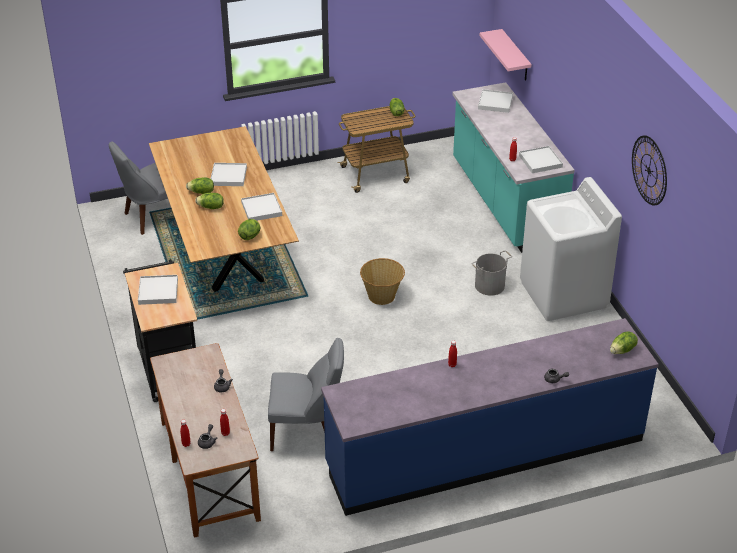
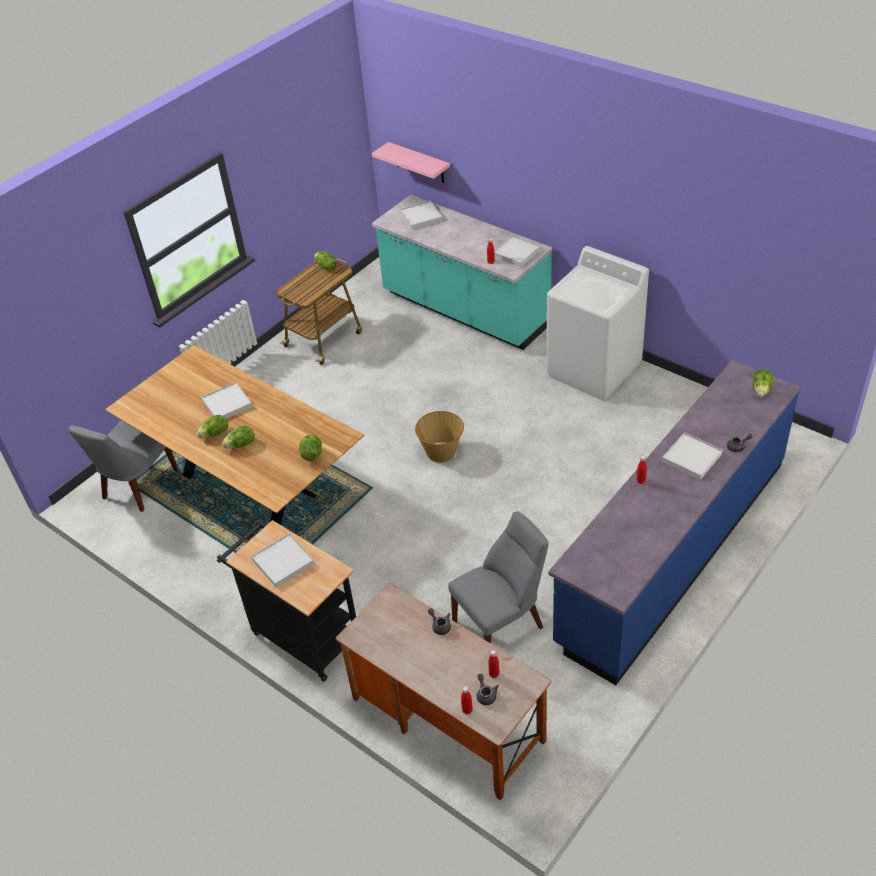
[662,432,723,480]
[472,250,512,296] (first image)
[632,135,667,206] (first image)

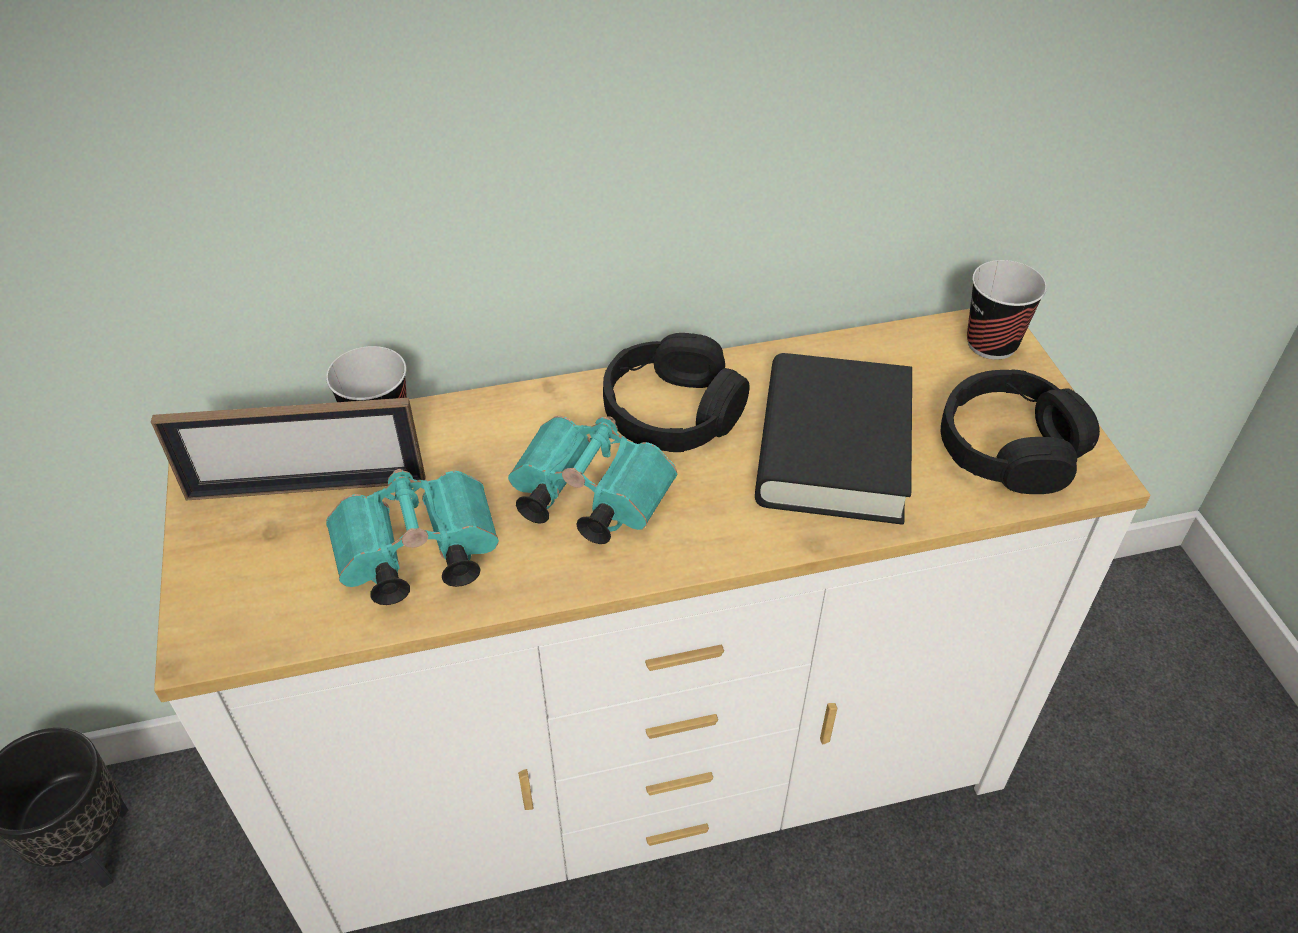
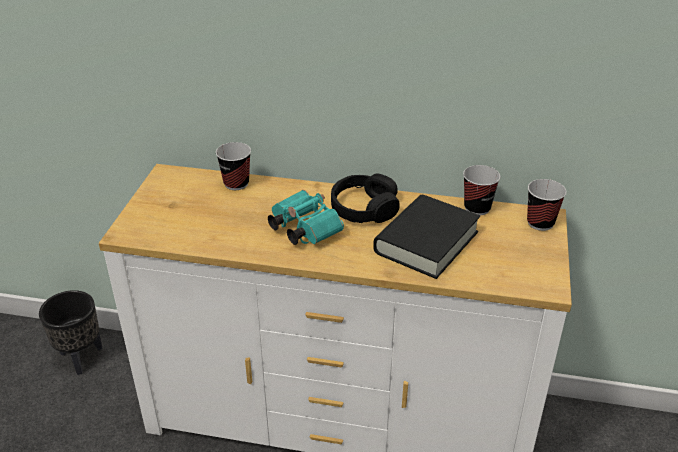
[151,398,425,501] (first image)
[326,469,499,605] (first image)
[941,369,1100,494] (first image)
[463,165,500,215]

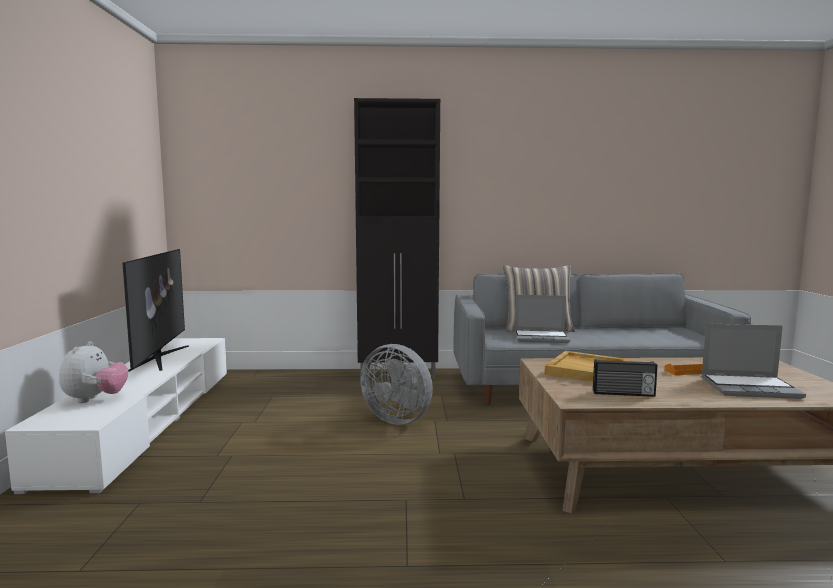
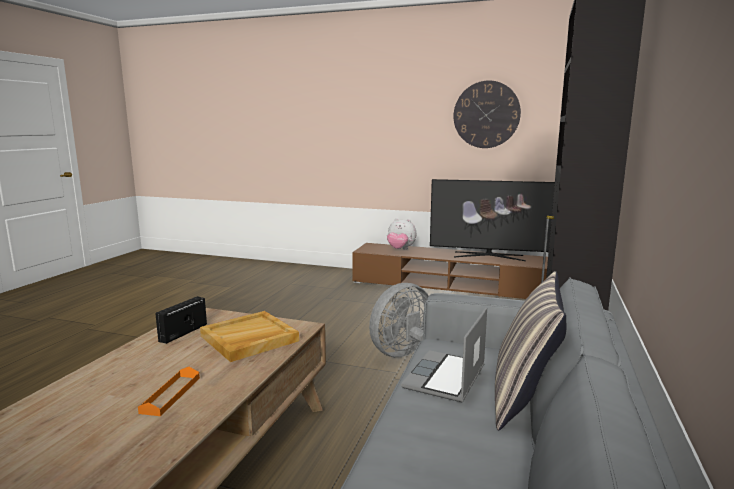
[352,243,548,299]
[701,323,806,399] (first image)
[453,80,521,148]

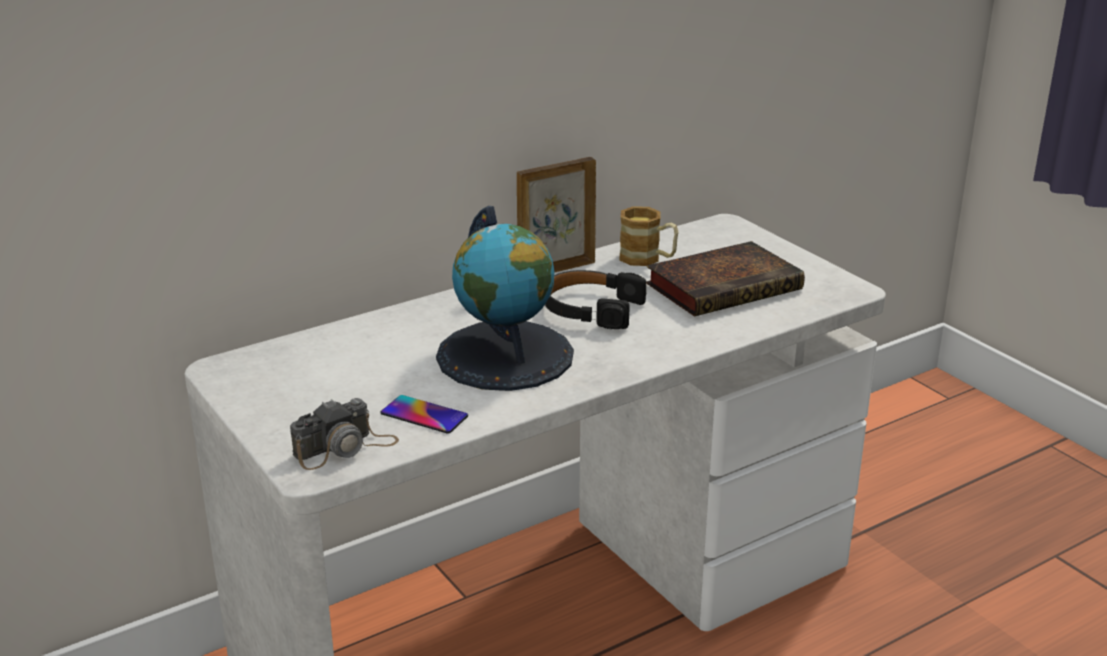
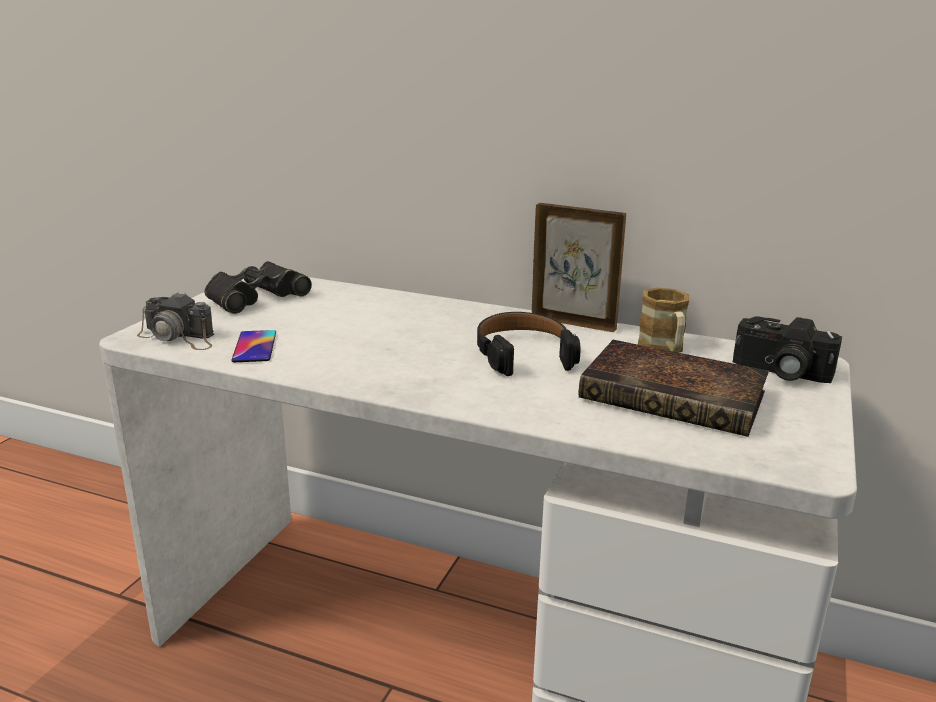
[436,206,574,391] (first image)
[204,261,312,314]
[733,316,842,383]

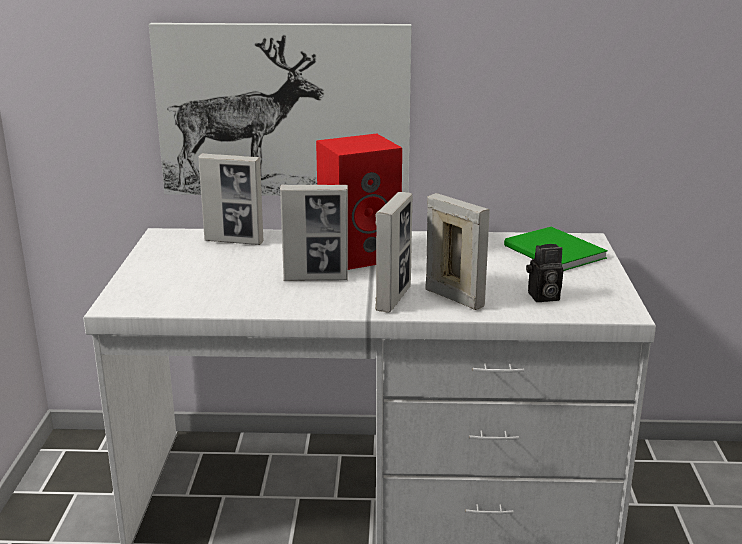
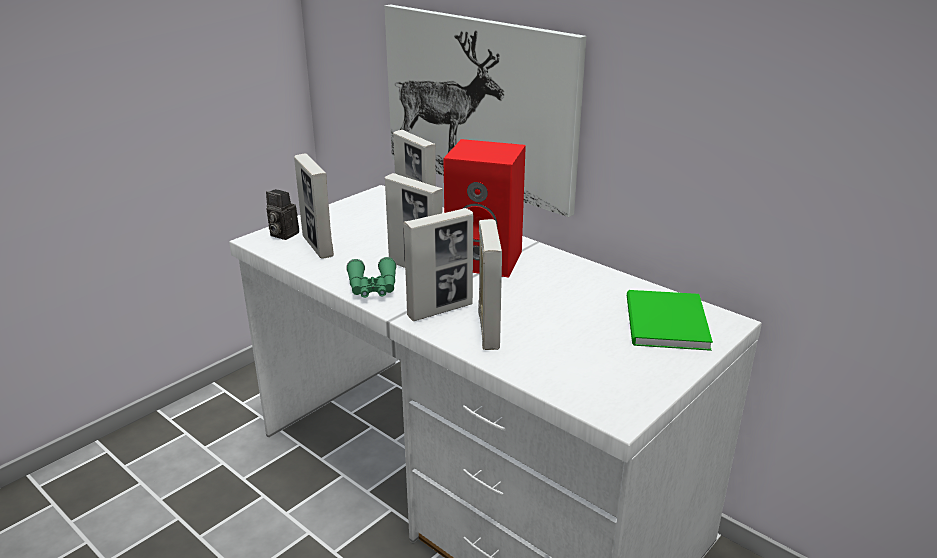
[266,189,299,240]
[294,154,334,259]
[346,257,396,298]

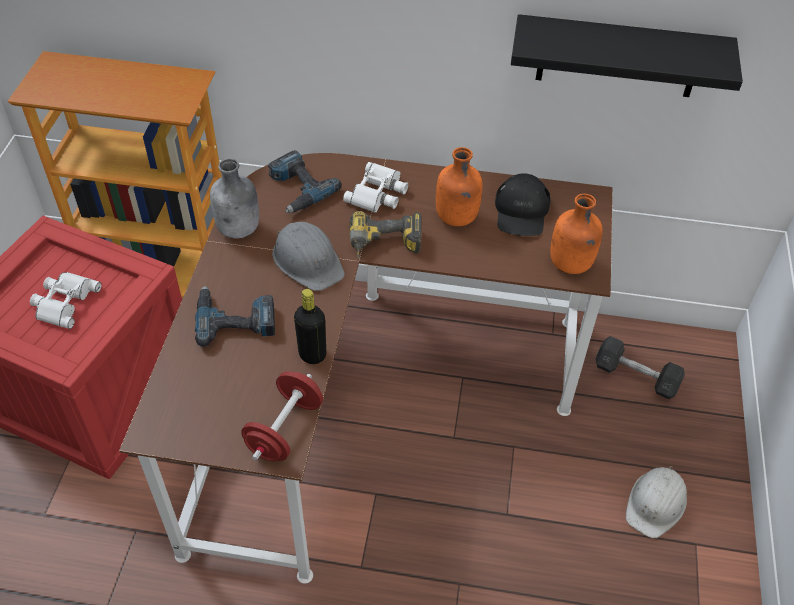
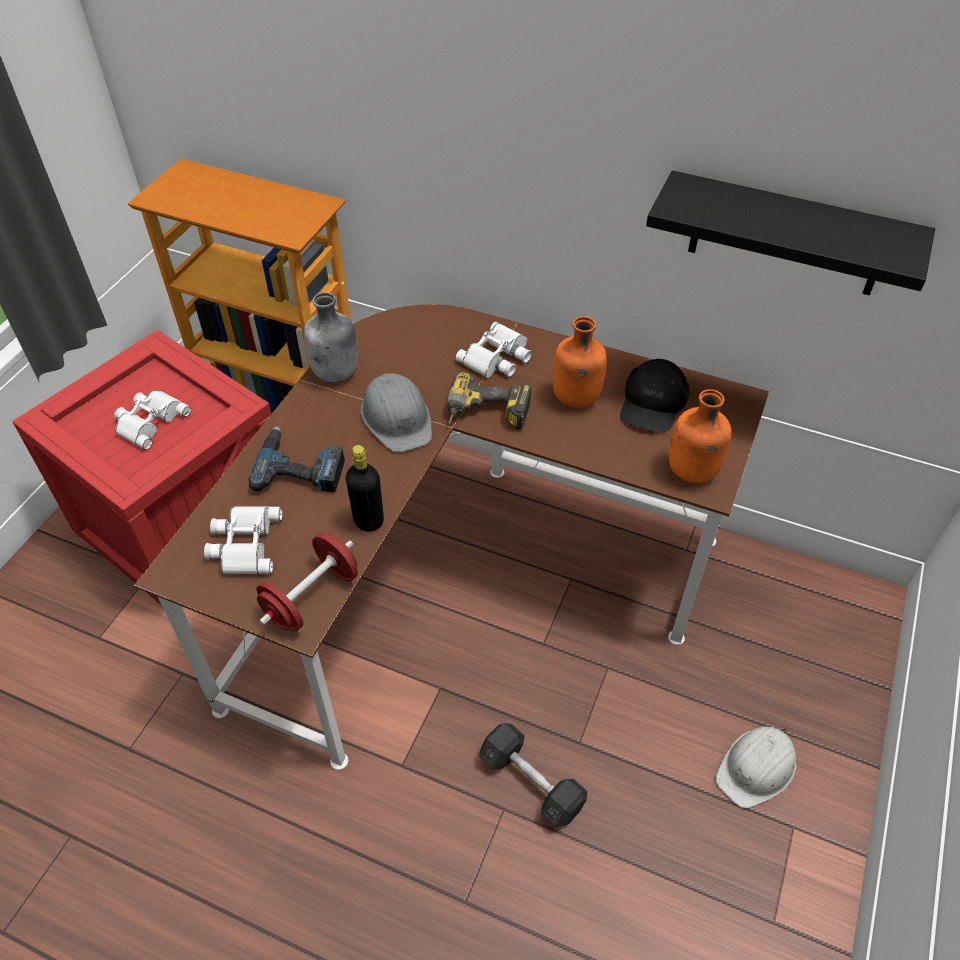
[268,150,342,213] (first image)
[479,723,588,827]
[204,506,282,574]

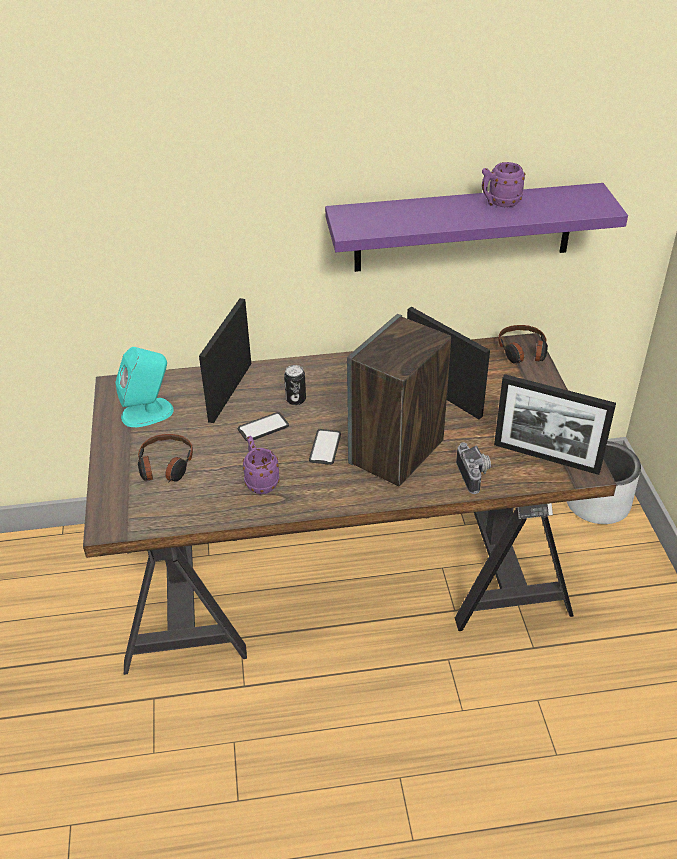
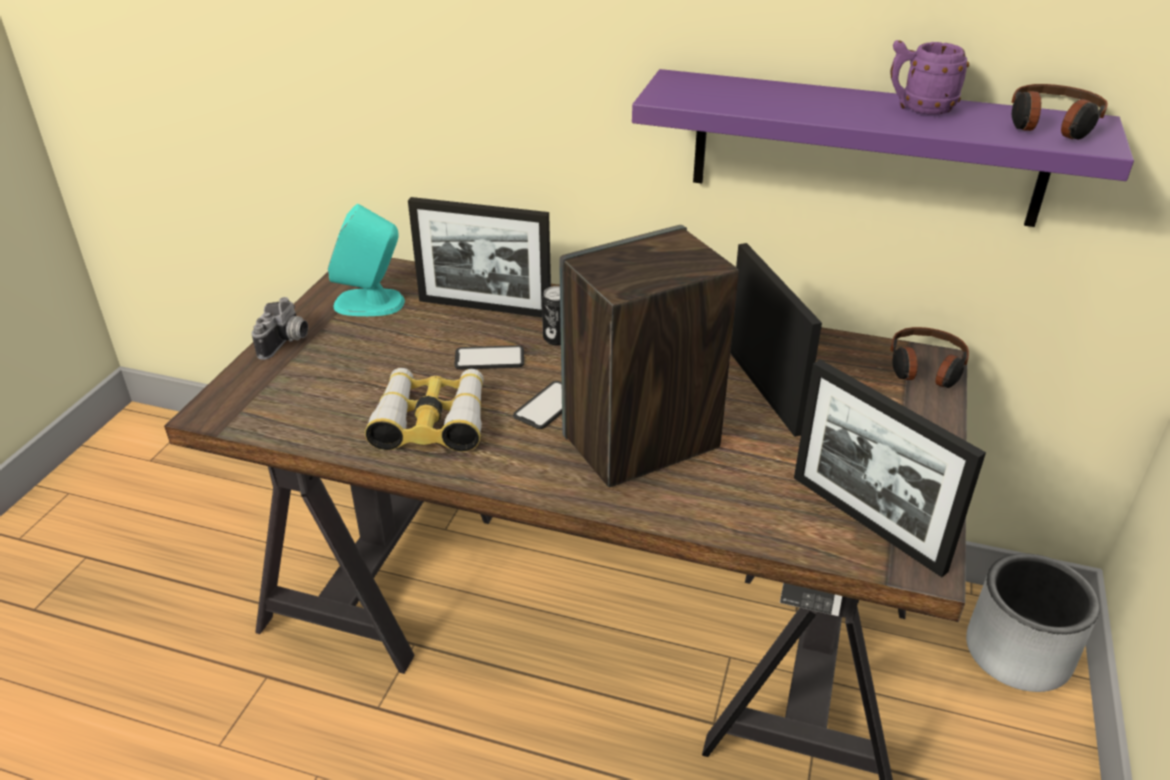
[1011,84,1108,140]
[408,197,551,317]
[365,368,484,452]
[251,297,308,360]

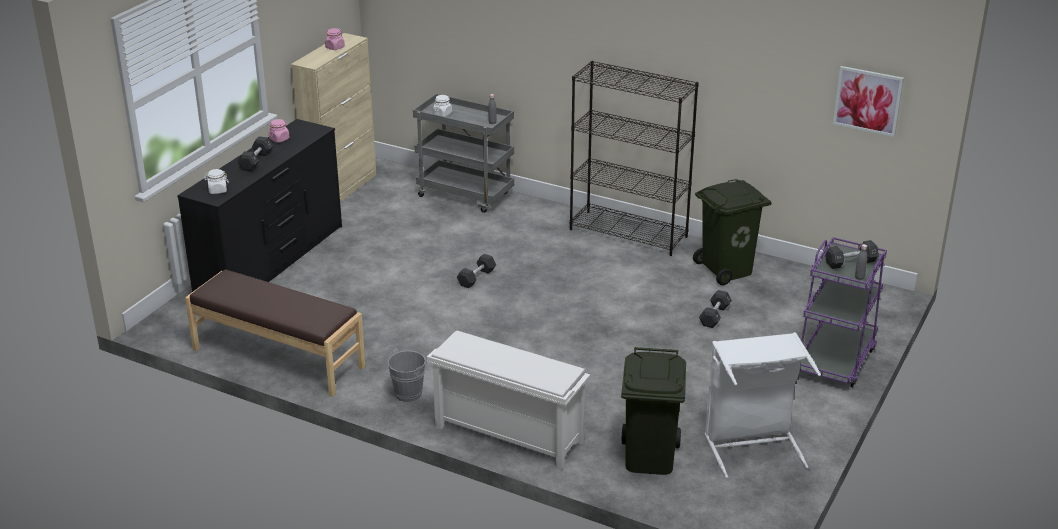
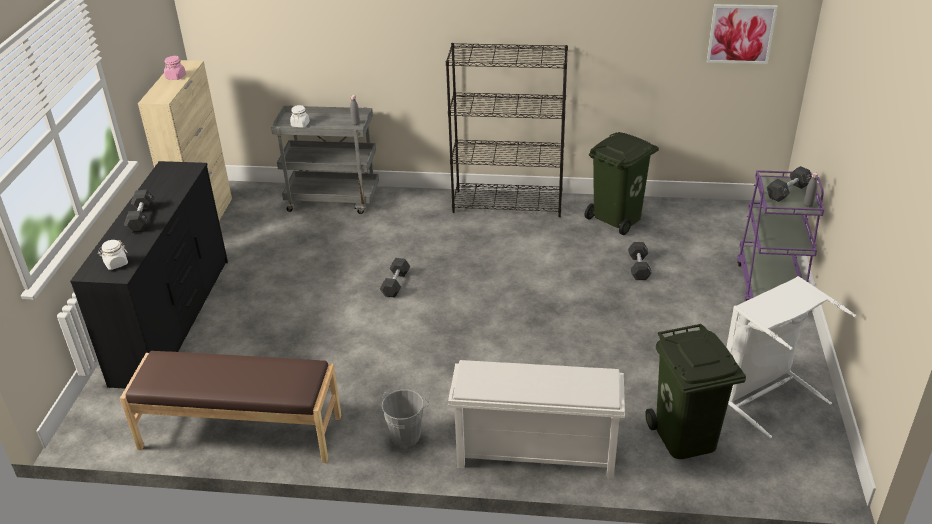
[269,119,290,143] (first image)

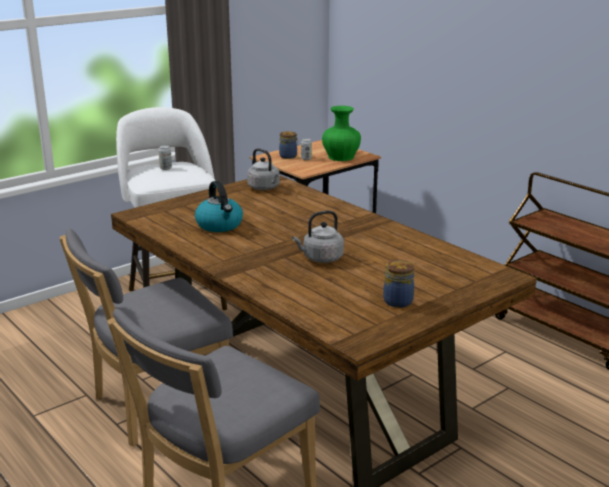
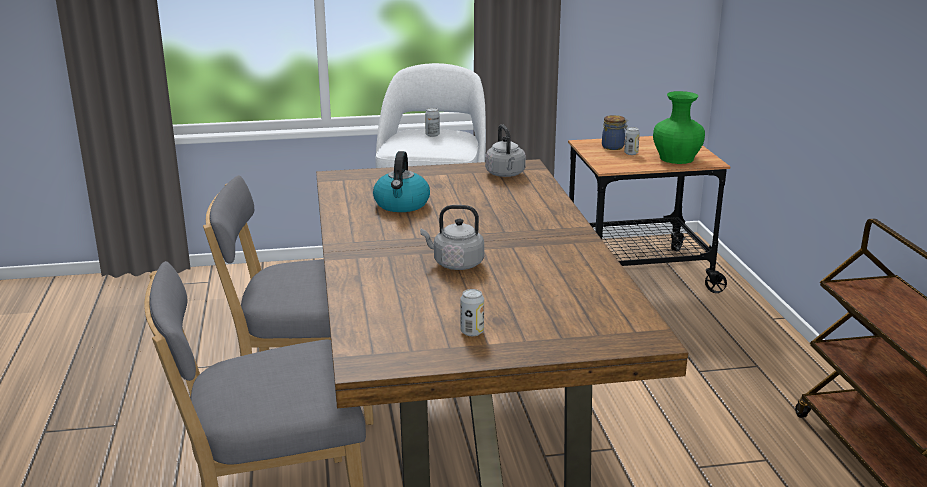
[460,289,484,336]

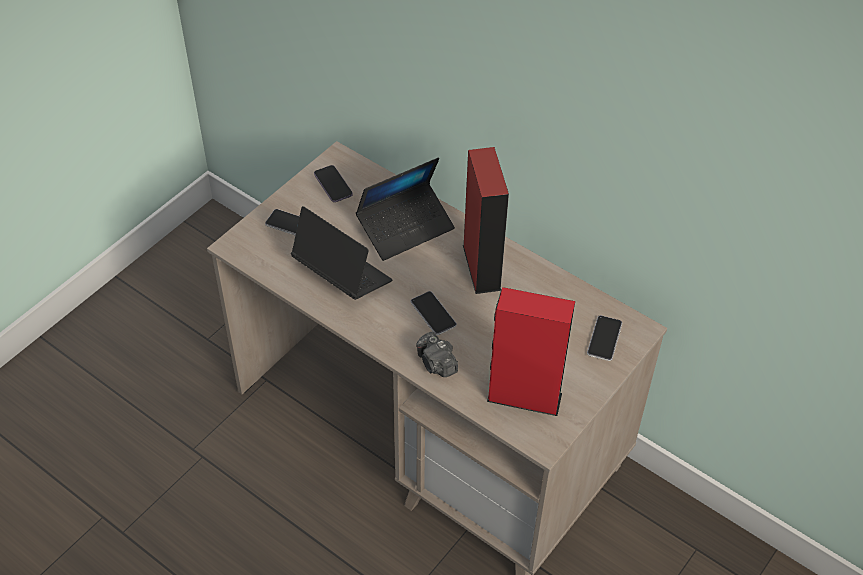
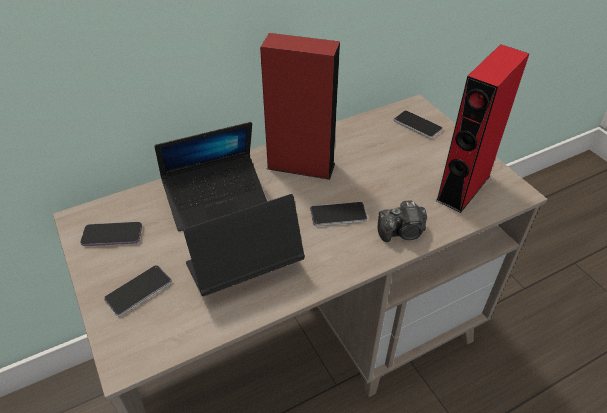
[155,122,267,231]

